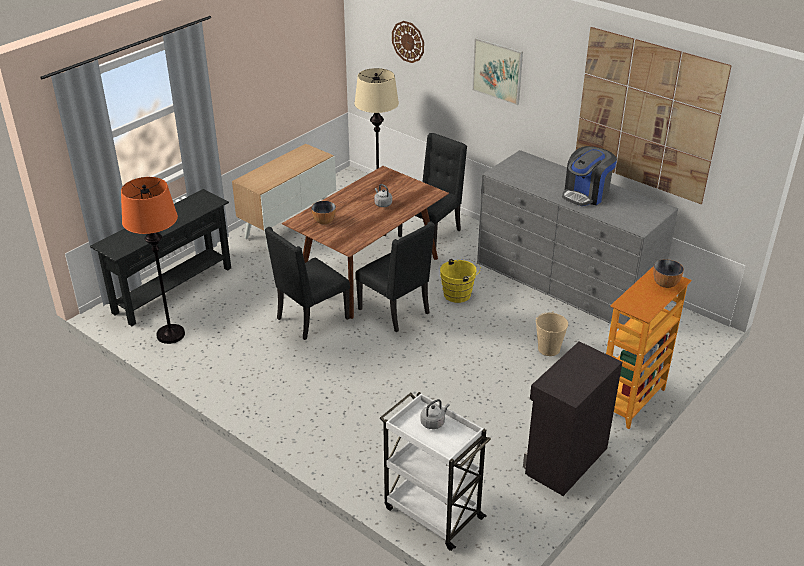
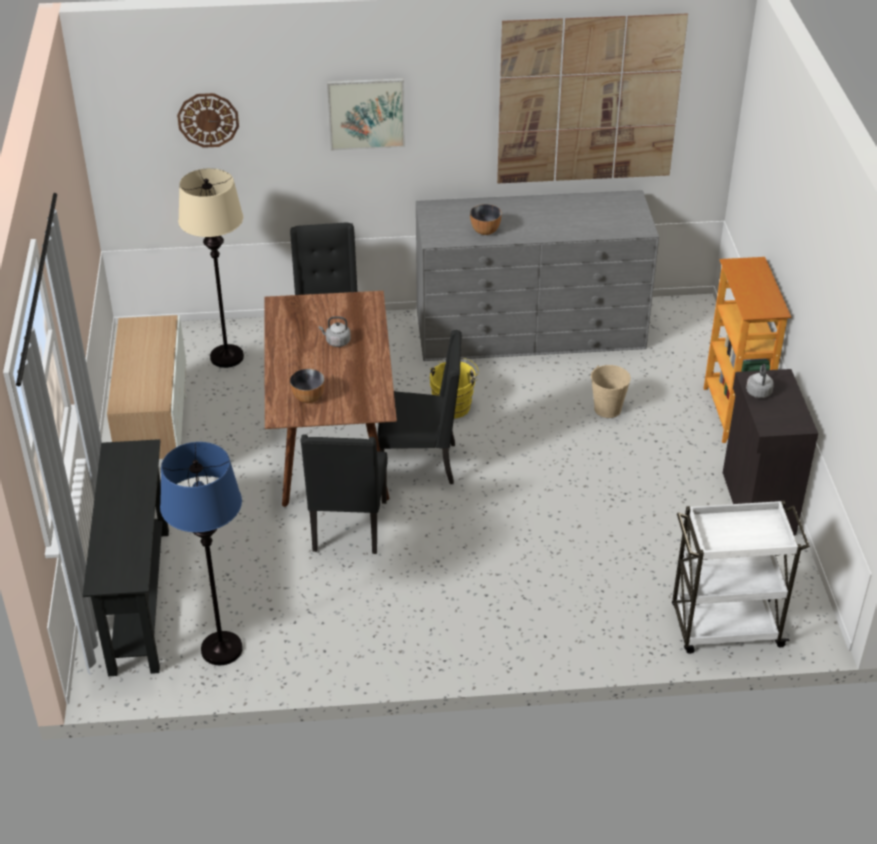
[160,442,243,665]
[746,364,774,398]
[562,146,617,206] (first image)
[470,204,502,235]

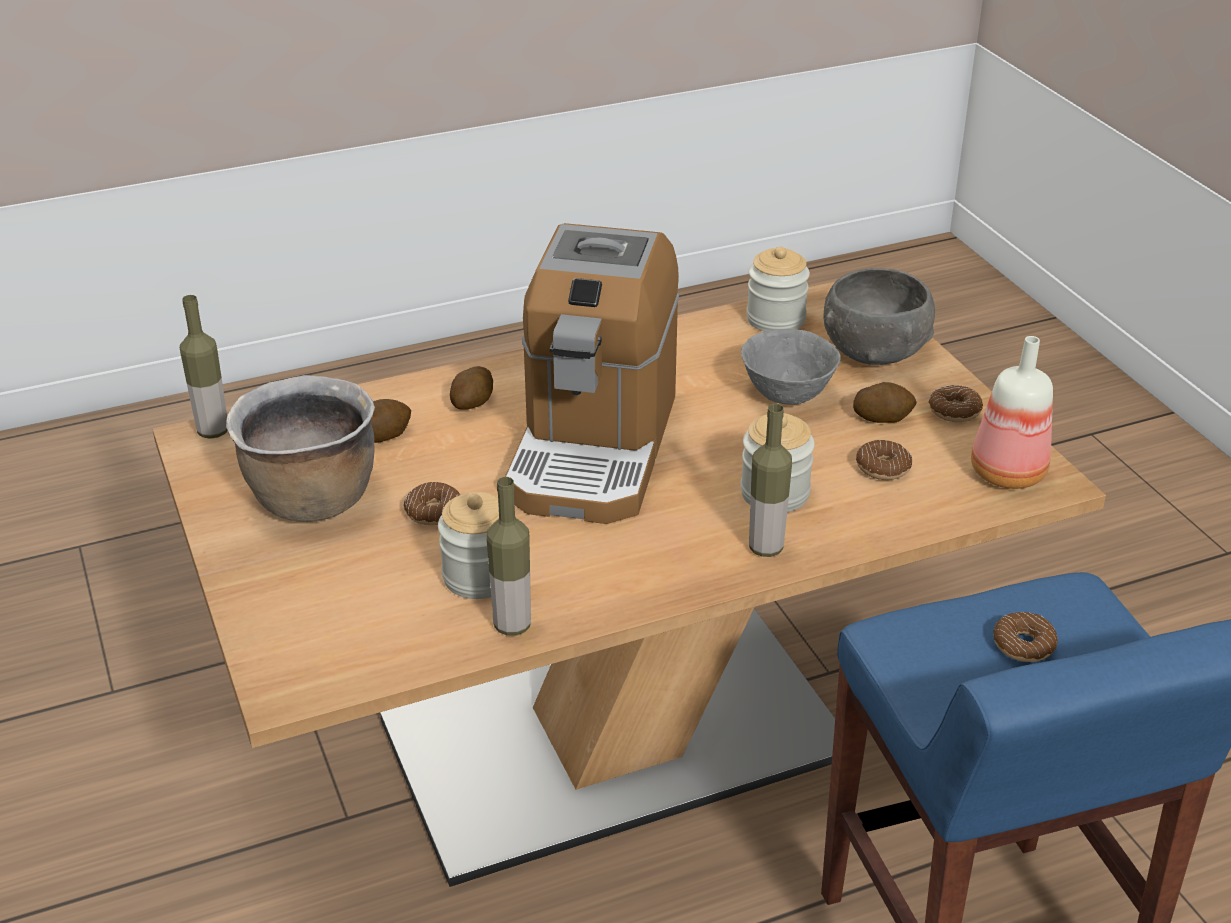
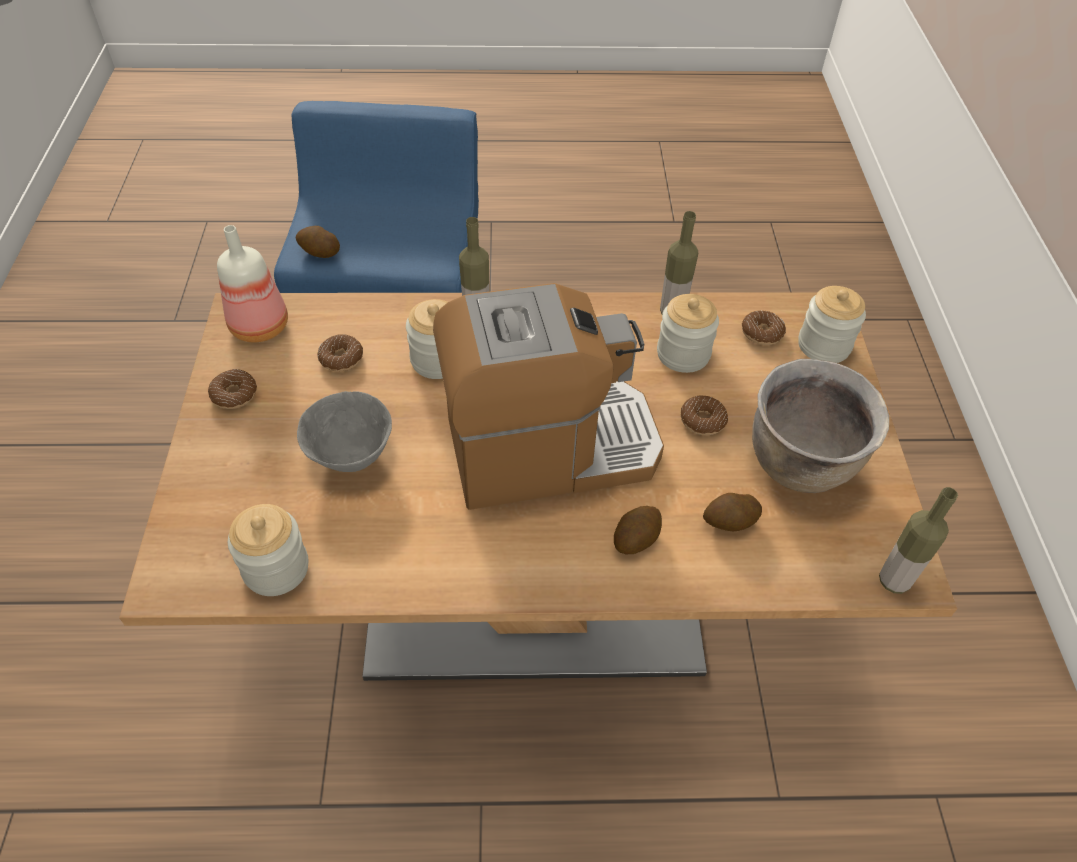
[433,283,664,510]
[823,268,935,365] (first image)
[296,226,340,258]
[742,310,786,345]
[798,286,866,363]

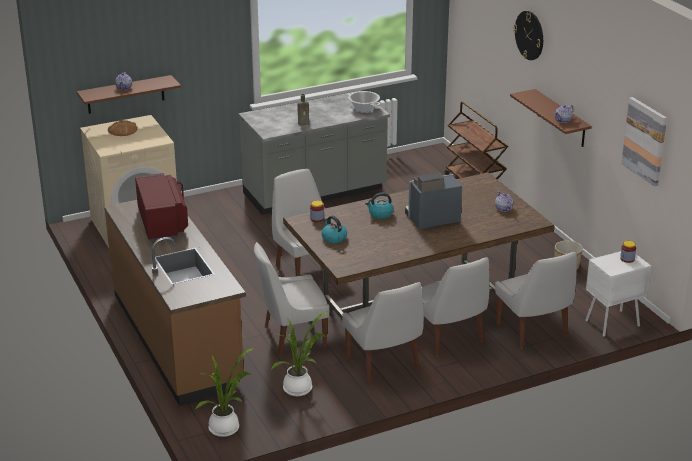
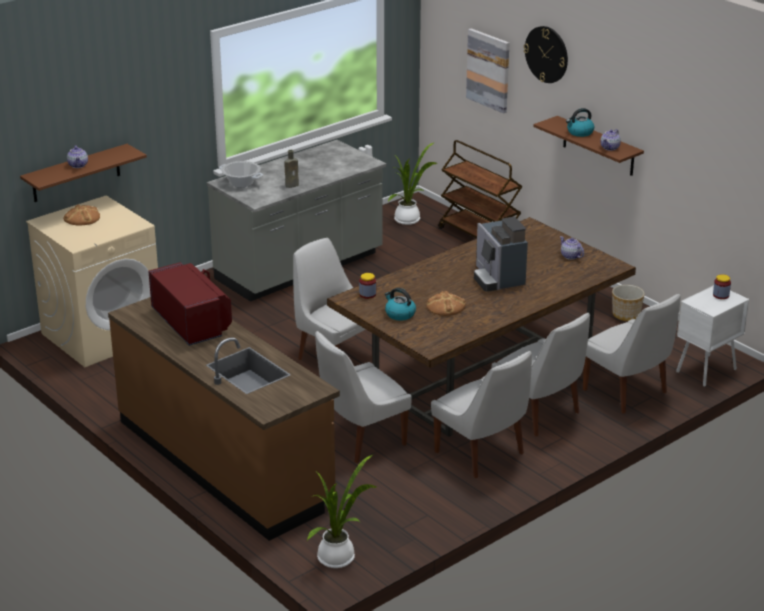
[388,143,437,225]
[219,161,263,187]
[566,108,594,137]
[474,217,528,292]
[466,28,510,114]
[426,291,466,316]

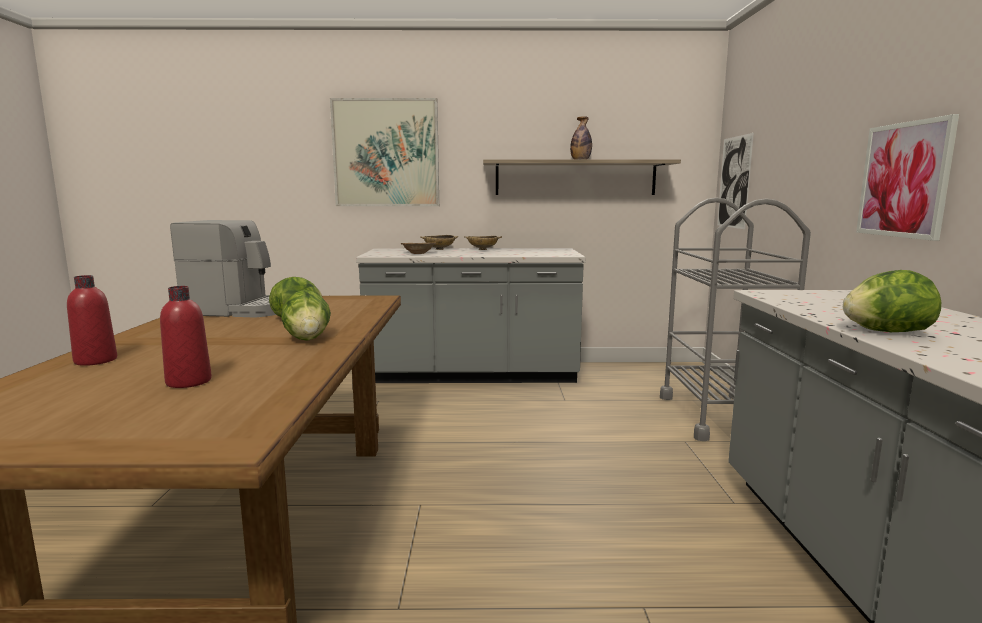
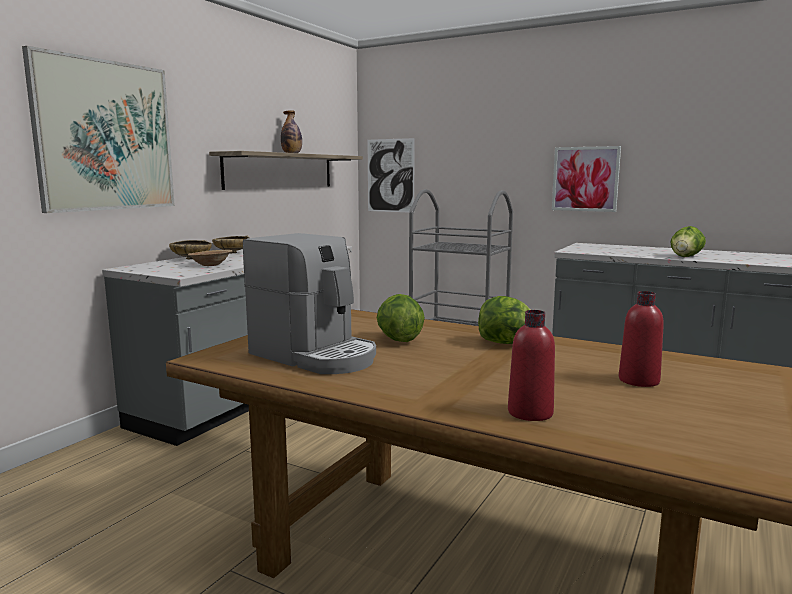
[243,233,376,374]

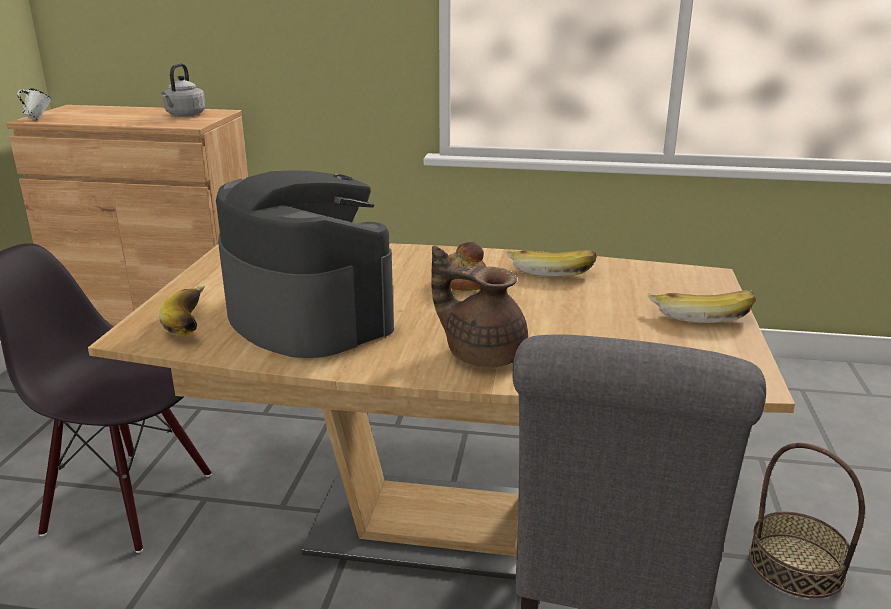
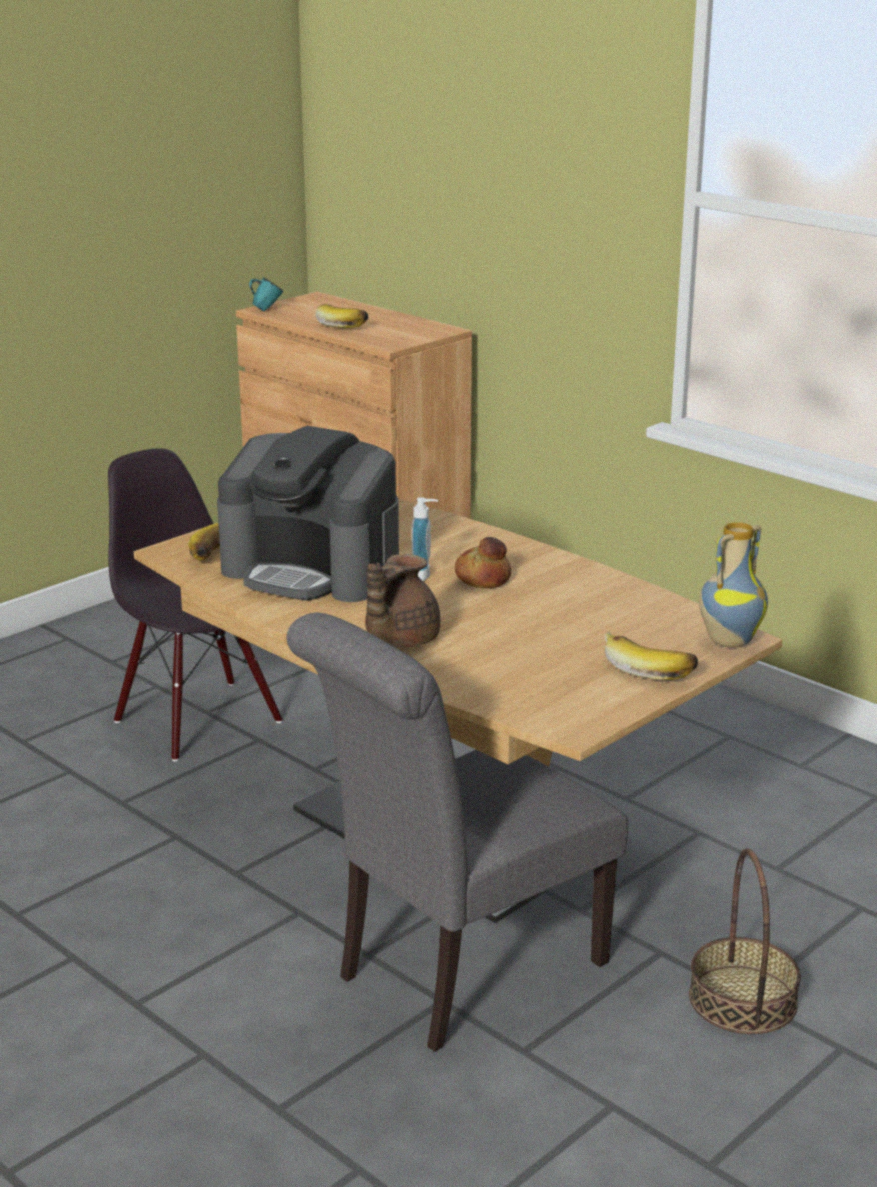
[249,277,283,311]
[161,63,206,117] (first image)
[217,426,399,602]
[365,554,441,648]
[316,304,369,328]
[411,497,438,581]
[699,522,768,647]

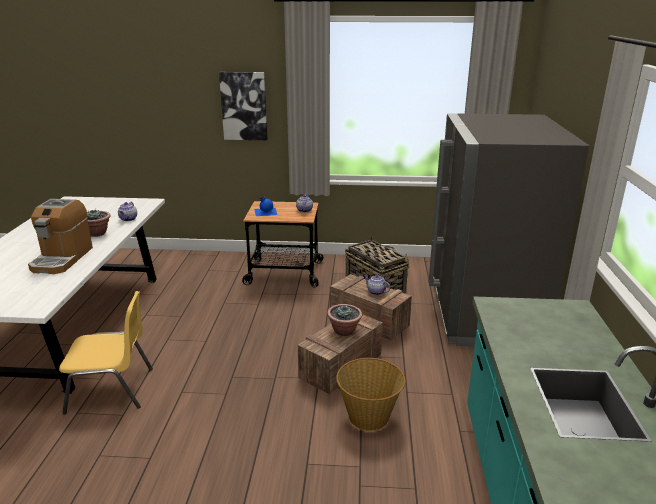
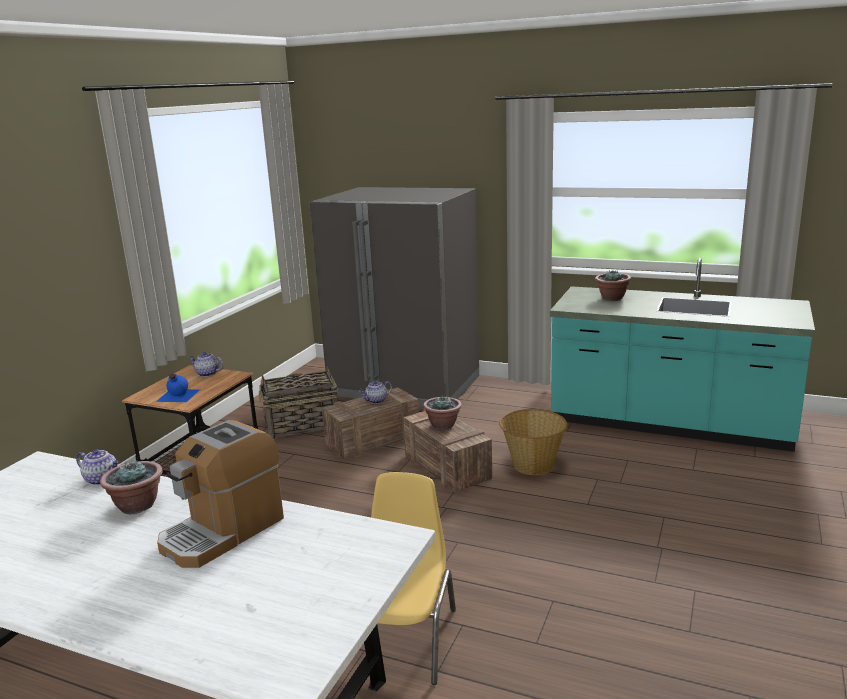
[157,420,284,568]
[219,72,267,140] (first image)
[595,270,631,301]

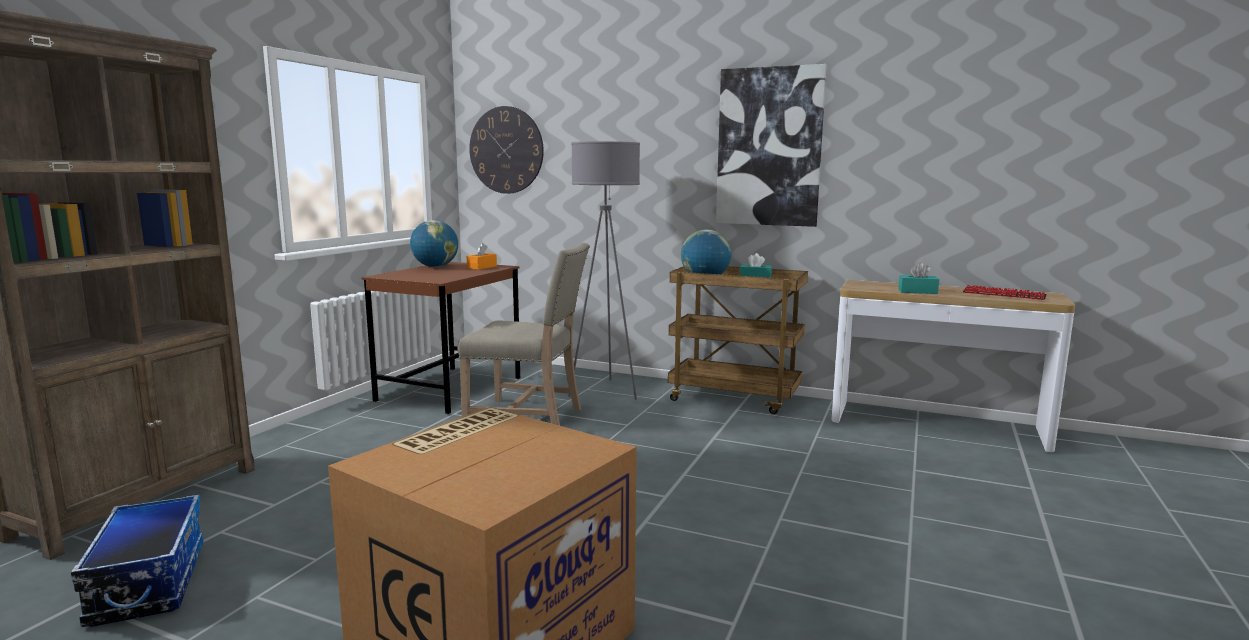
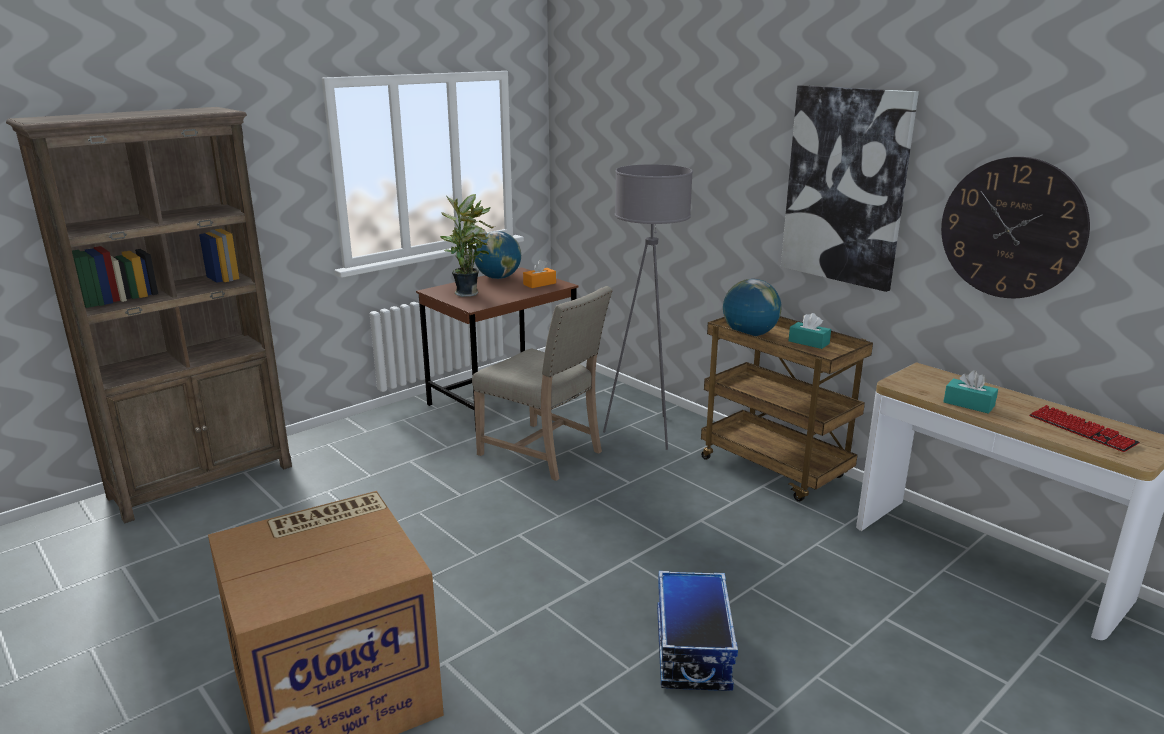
[657,571,738,691]
[941,157,1090,298]
[440,194,494,297]

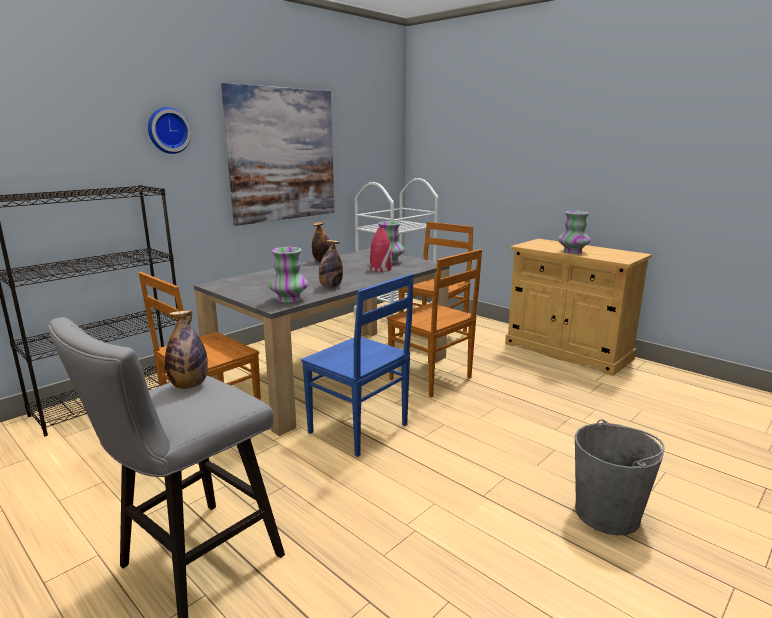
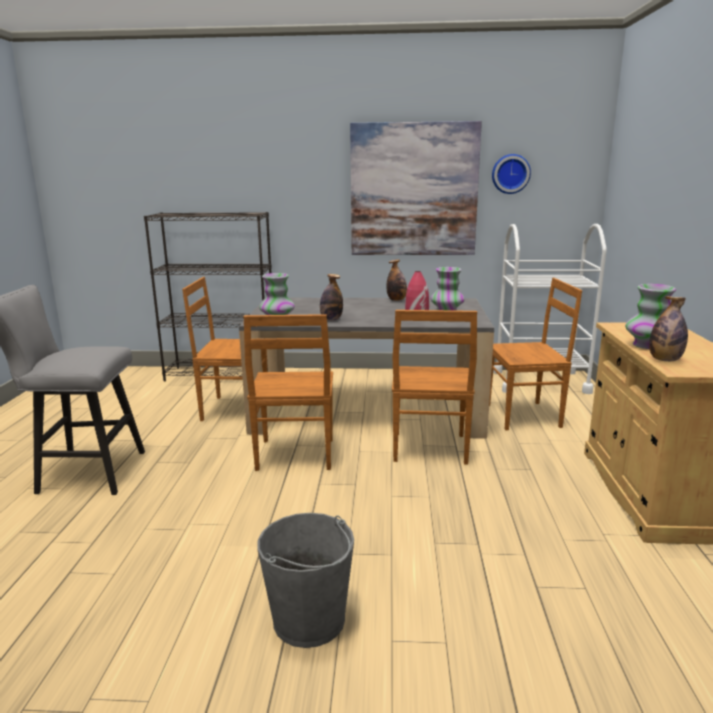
[492,154,531,194]
[649,296,688,361]
[243,314,333,471]

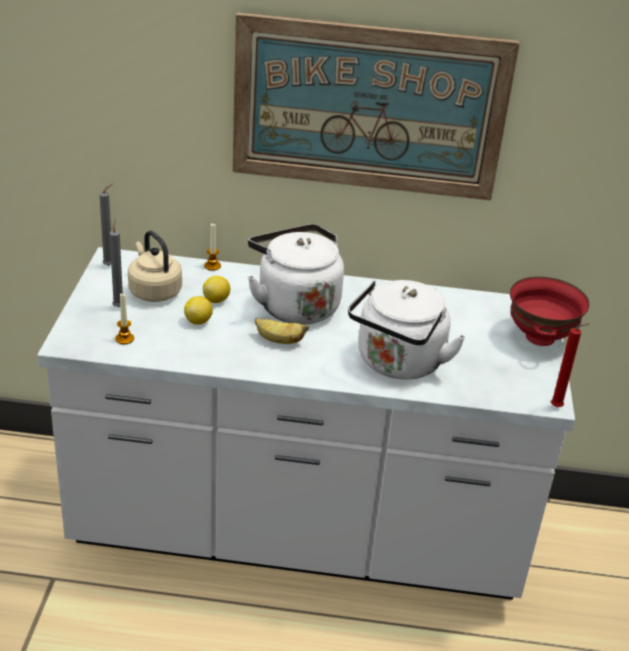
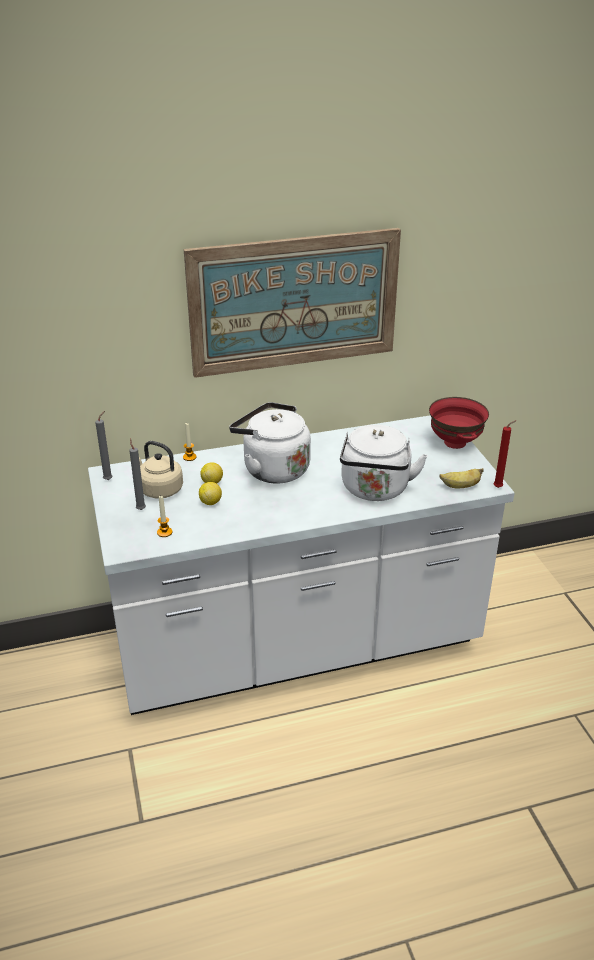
[439,468,484,488]

